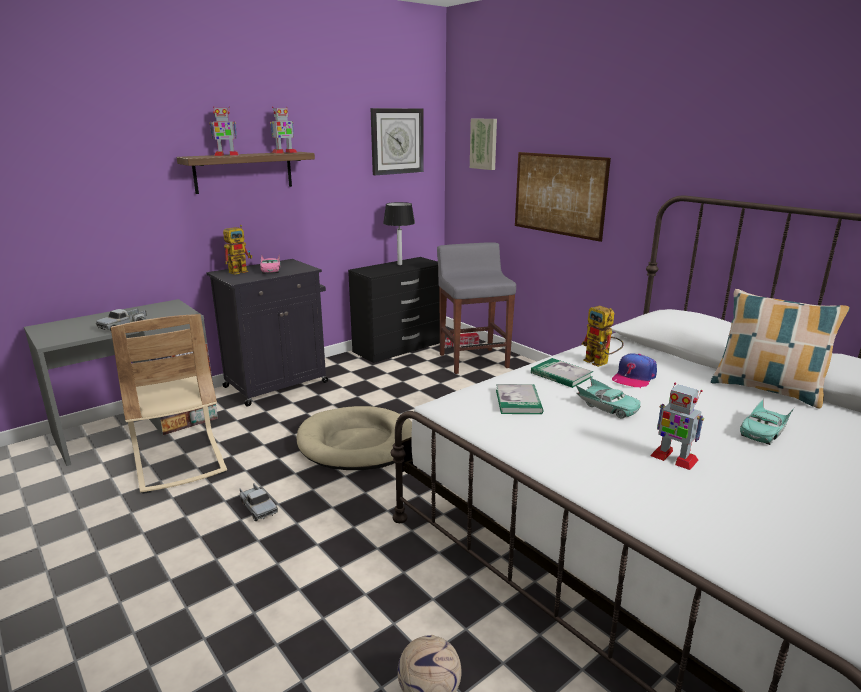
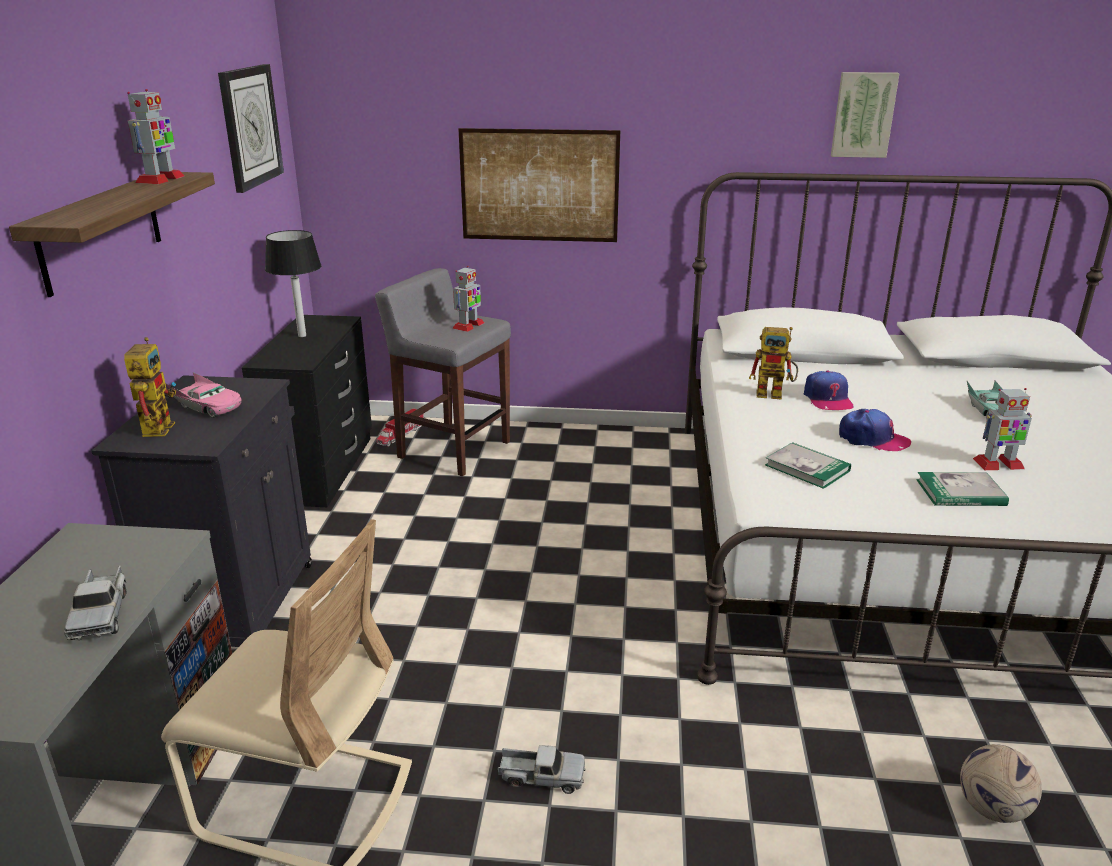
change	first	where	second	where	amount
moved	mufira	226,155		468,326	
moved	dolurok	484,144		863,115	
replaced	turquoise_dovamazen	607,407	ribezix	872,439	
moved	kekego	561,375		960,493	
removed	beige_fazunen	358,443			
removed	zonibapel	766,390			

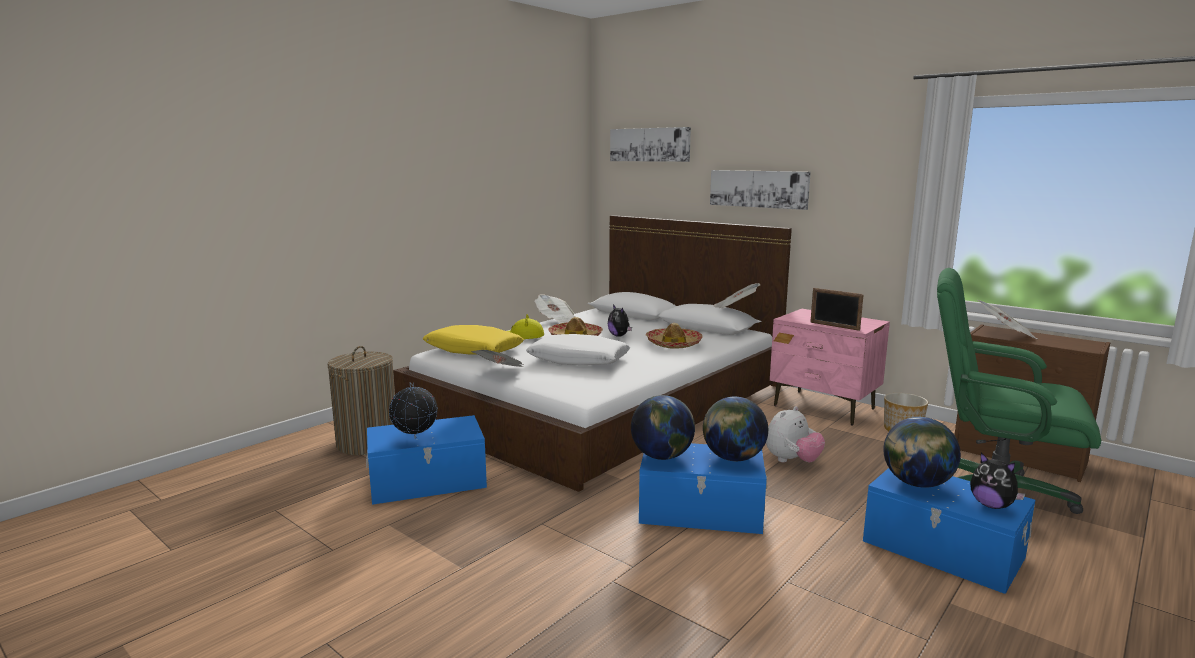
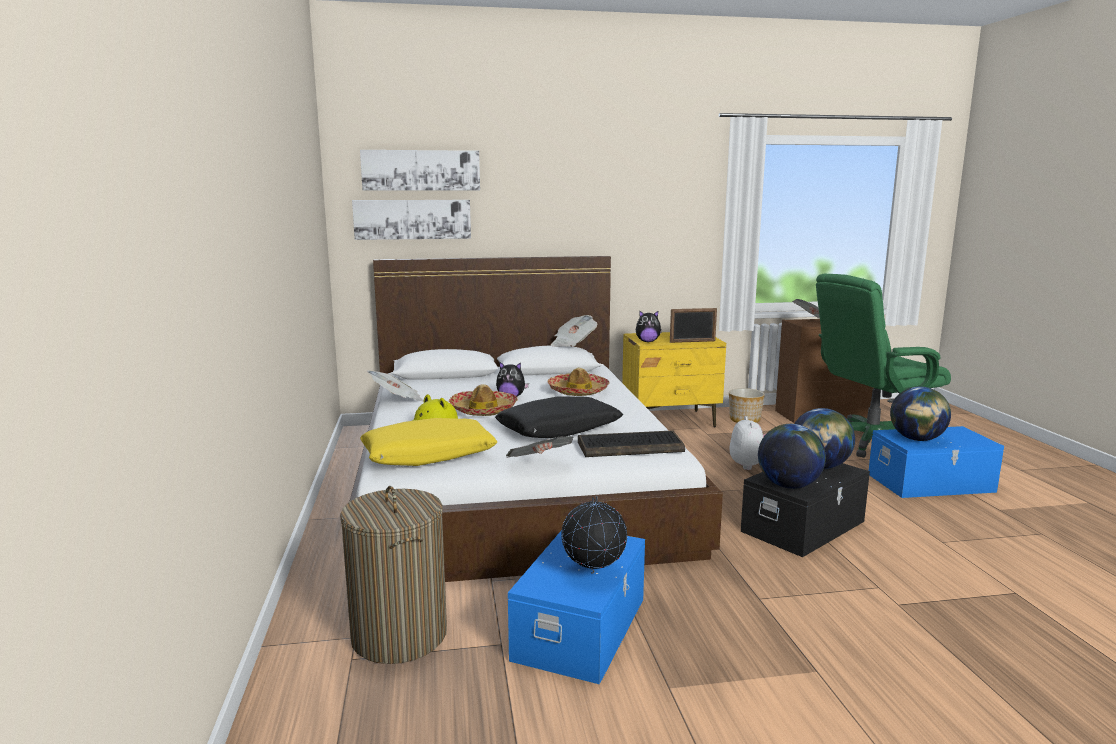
change	first	where	second	where	amount
moved	dolurok	758,189		412,219	
recoloured	white_zonibapel	578,360	black_zonibapel	559,429	
added			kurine	631,446	
recoloured	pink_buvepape	824,407	yellow_buvepape	670,421	
moved	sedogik	992,505		647,341	
recoloured	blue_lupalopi	701,511	black_lupalopi	805,527	

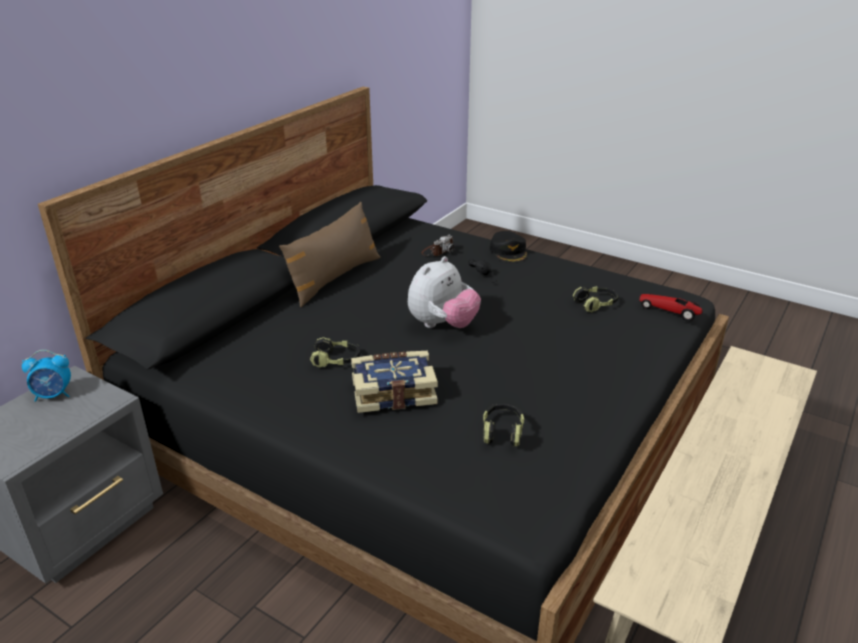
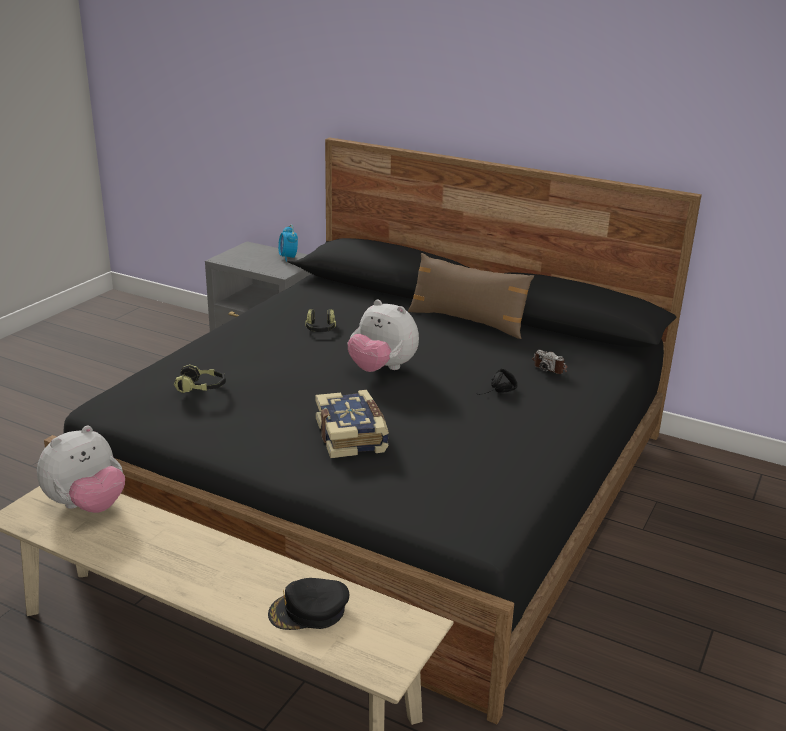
change	first	where	second	where	amount
added			sedogik	87,506	
moved	black_ribezix	509,251		309,611	
moved	kekego	393,391		352,436	
removed	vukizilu	596,304			
removed	dovamazen	669,311			

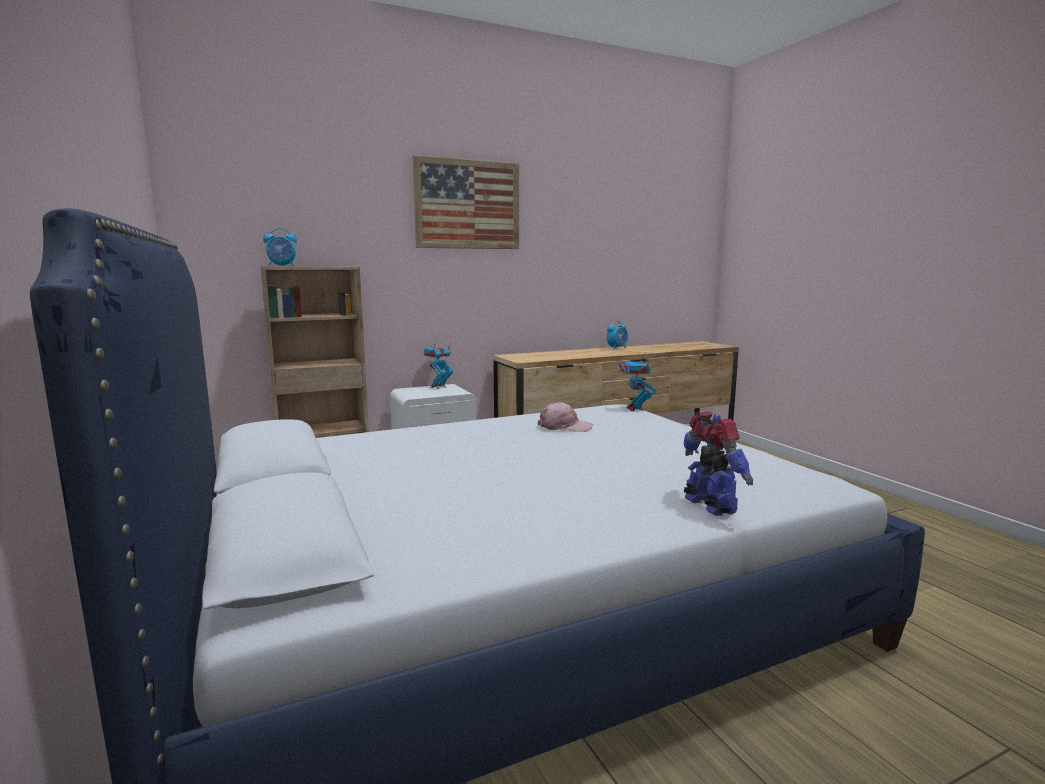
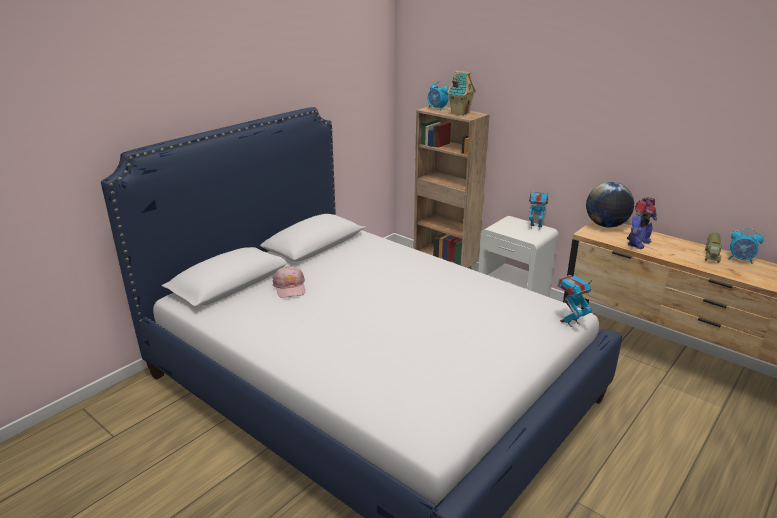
change	first	where	second	where	amount
moved	pink_ribezix	564,426		290,287	
added			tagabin	460,113	
added			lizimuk	606,225	
moved	mufira	709,506		638,243	
added			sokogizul	712,255	
removed	dolurok	467,204			

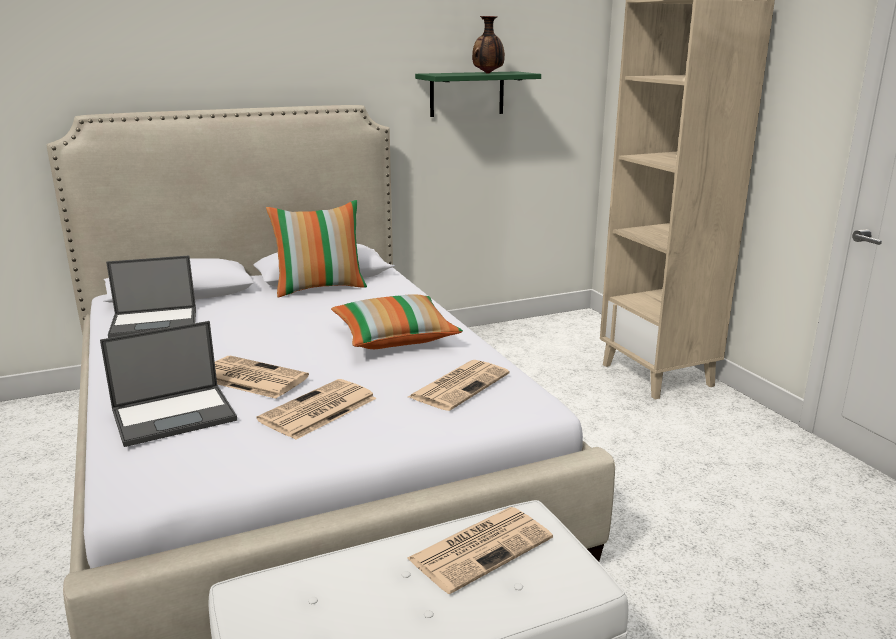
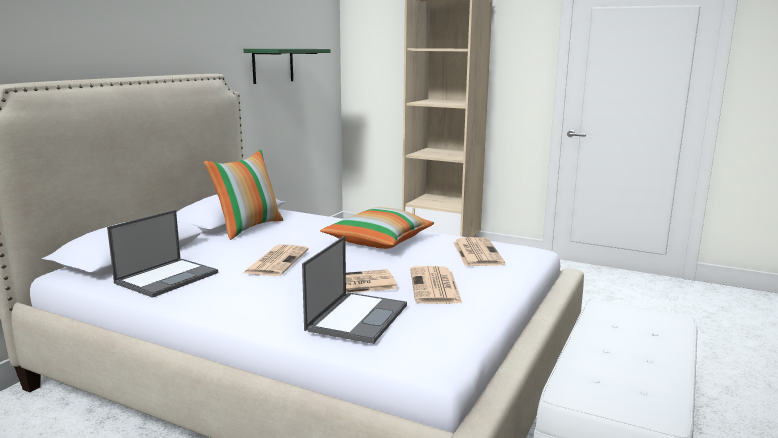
change	first	where	second	where	amount
moved	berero	481,547		276,261	
removed	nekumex	488,73			

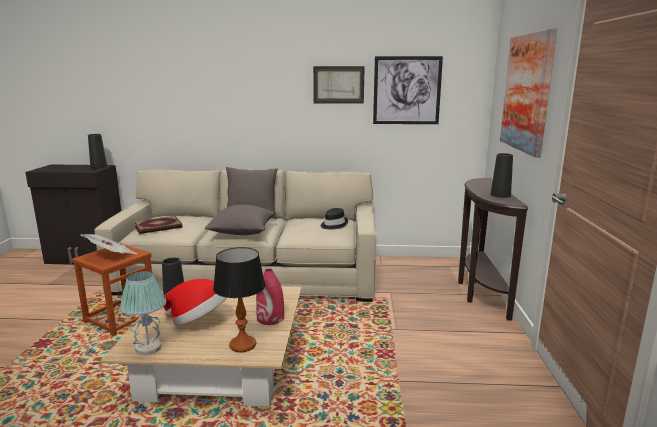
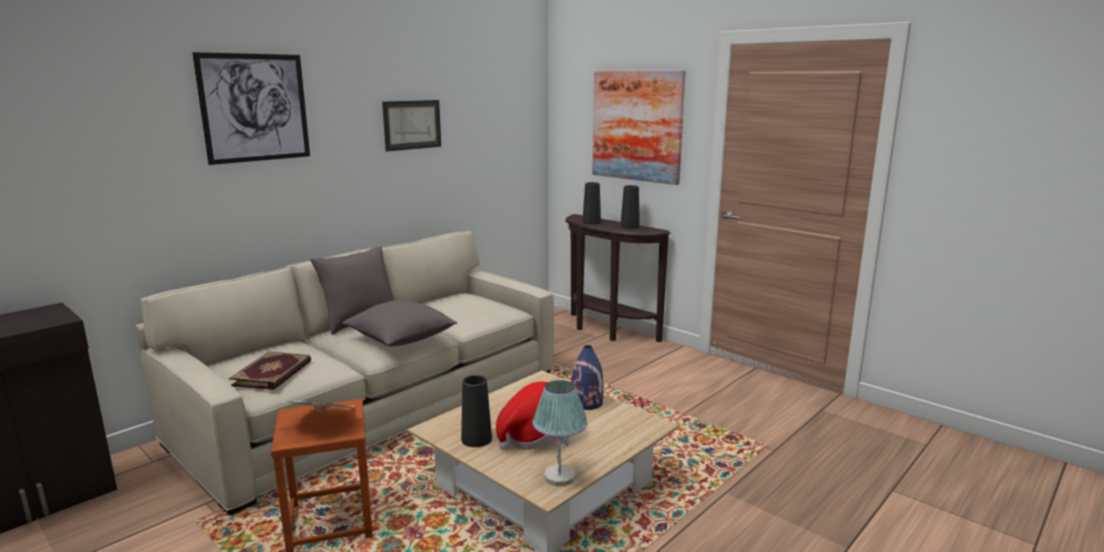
change	first	where	second	where	amount
moved	dolurok	407,90		255,108	
recoloured	red_nekumex	270,318	blue_nekumex	587,403	
moved	black_nekumex	99,167		591,222	
removed	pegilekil	242,345			
removed	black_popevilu	333,224			

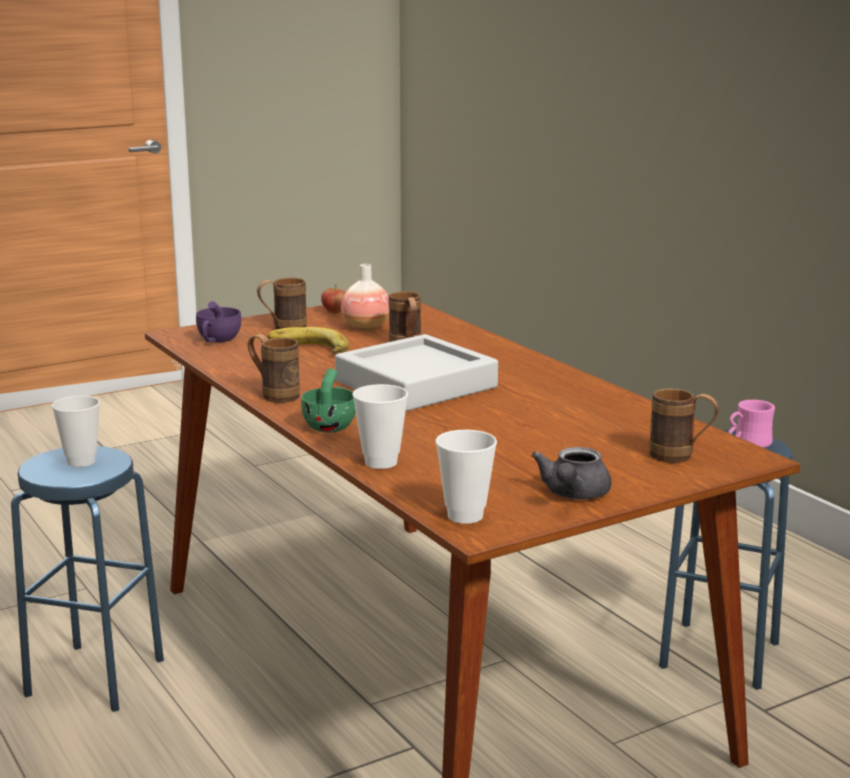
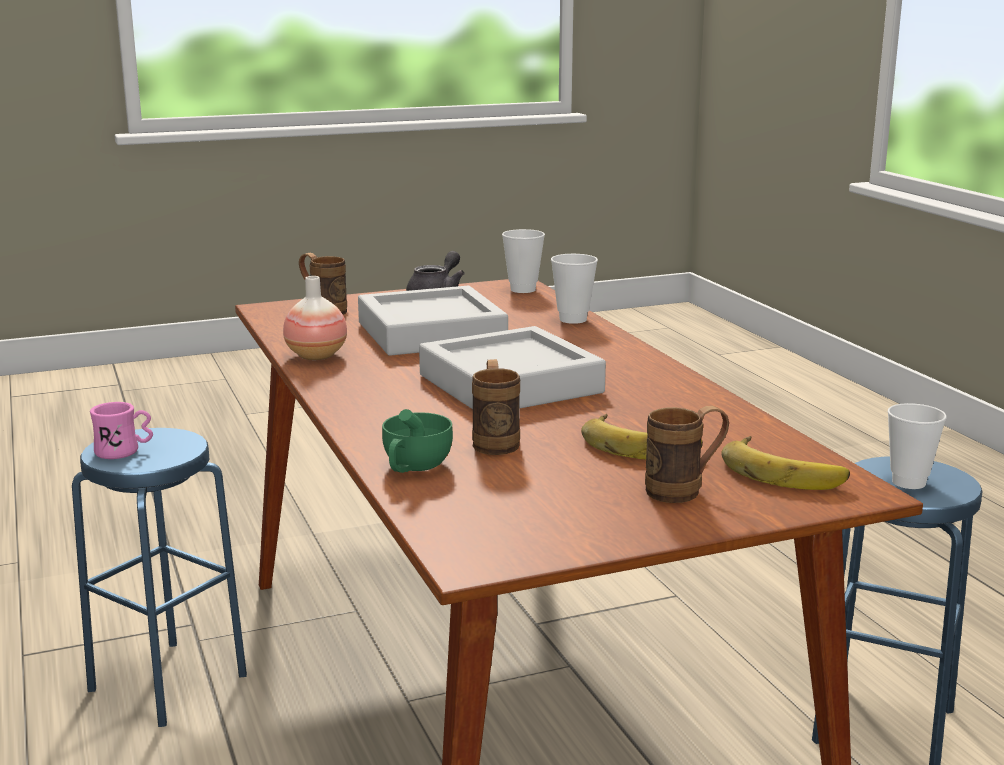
change	first	where	second	where	amount
moved	nekumex	366,327		316,356	
added			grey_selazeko	431,333	
moved	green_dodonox	331,425		413,467	
replaced	purple_dodonox	217,340	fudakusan	785,471	
removed	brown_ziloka	274,395			
removed	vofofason	334,312			

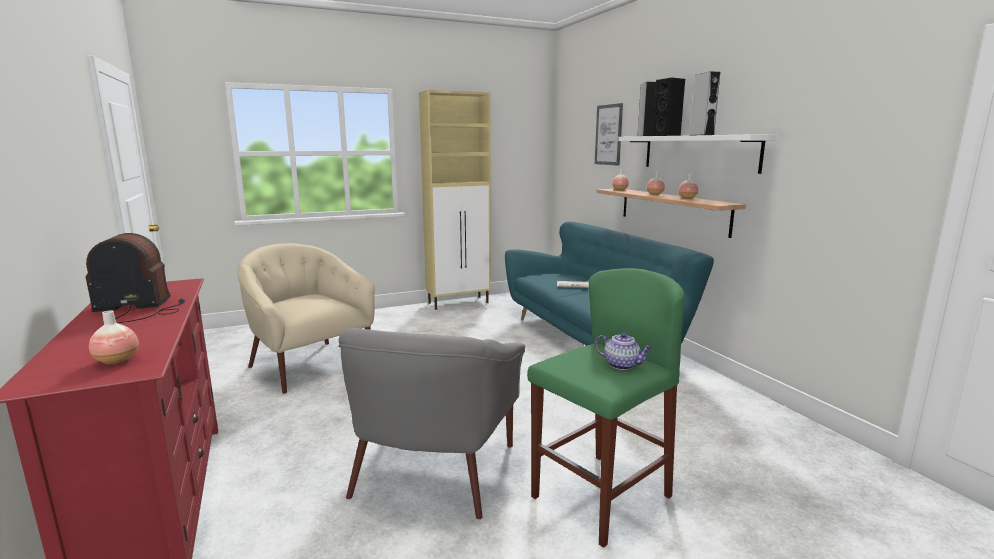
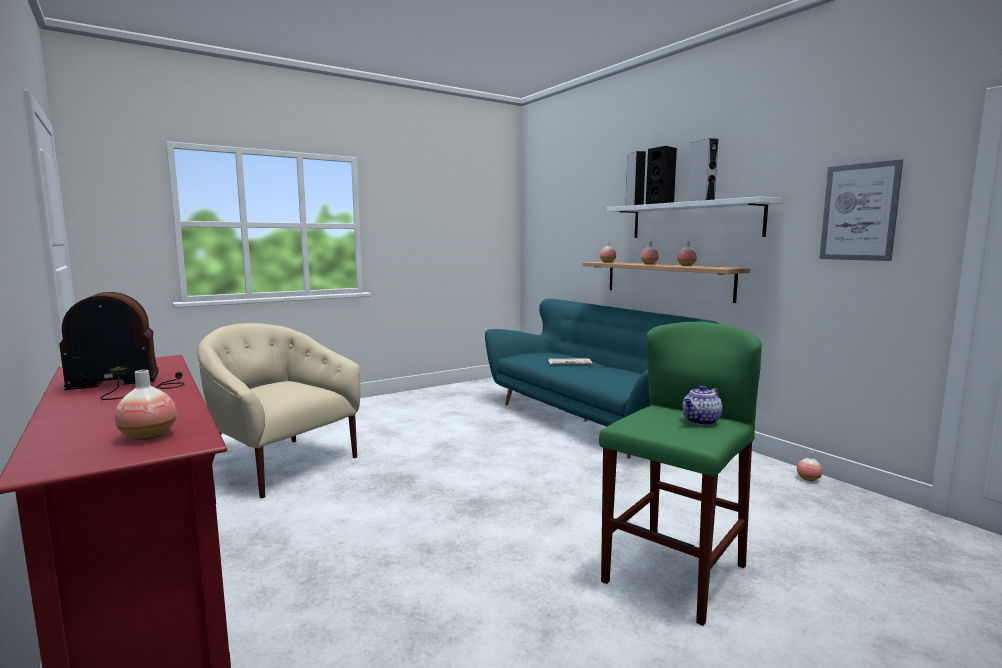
change	first	where	second	where	amount
turned	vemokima	622,365		701,421	120 degrees clockwise
added			nekumex	808,479	
moved	dolurok	608,135		859,212	
removed	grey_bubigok	433,470			
removed	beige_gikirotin	459,303			

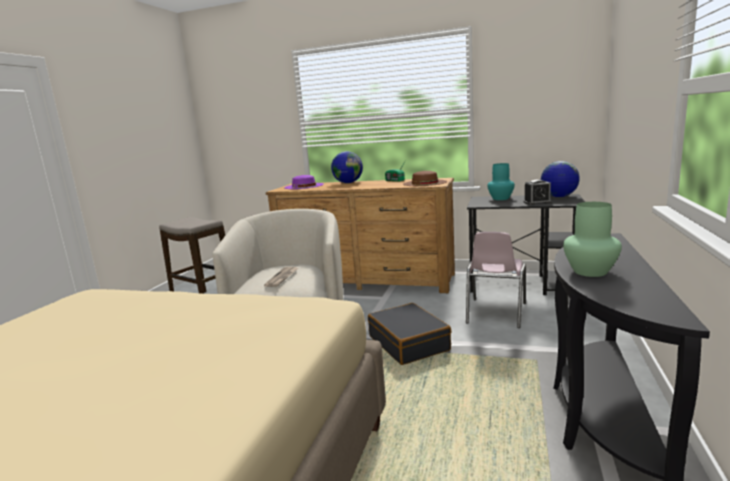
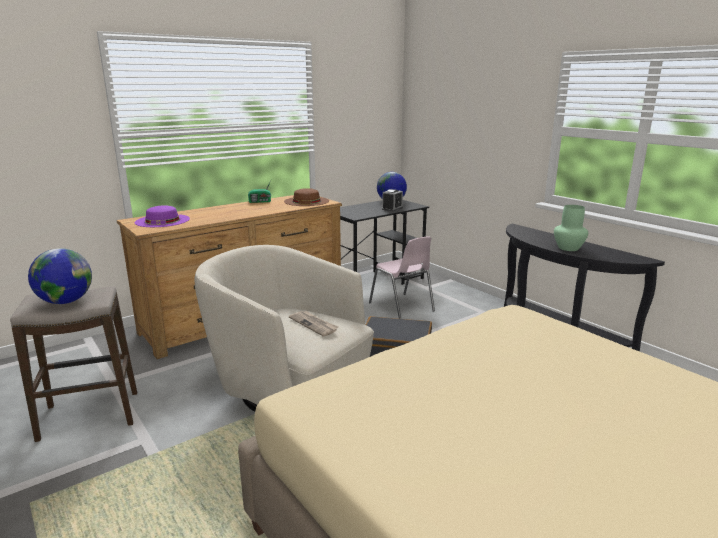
change	first	where	second	where	amount
moved	lizimuk	348,183		66,301	
removed	turquoise_nekumex	501,198			

